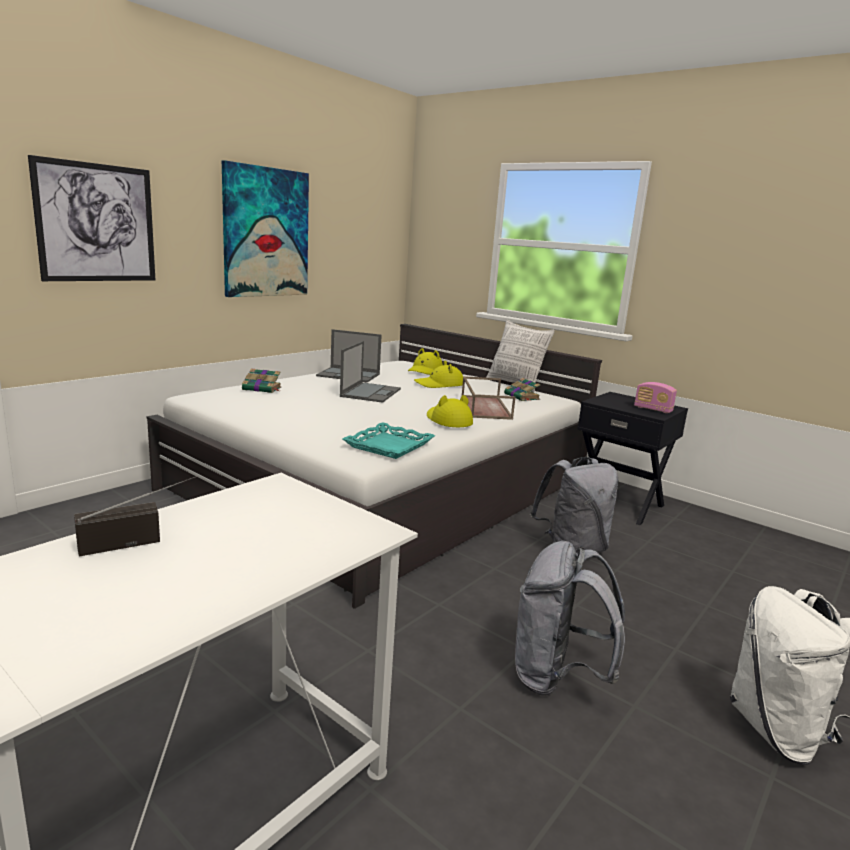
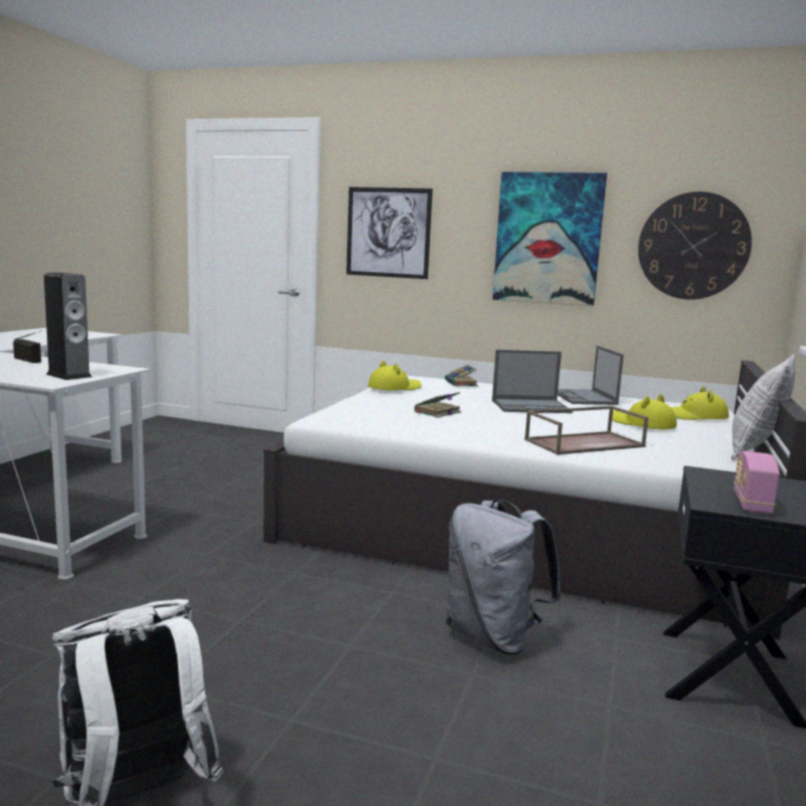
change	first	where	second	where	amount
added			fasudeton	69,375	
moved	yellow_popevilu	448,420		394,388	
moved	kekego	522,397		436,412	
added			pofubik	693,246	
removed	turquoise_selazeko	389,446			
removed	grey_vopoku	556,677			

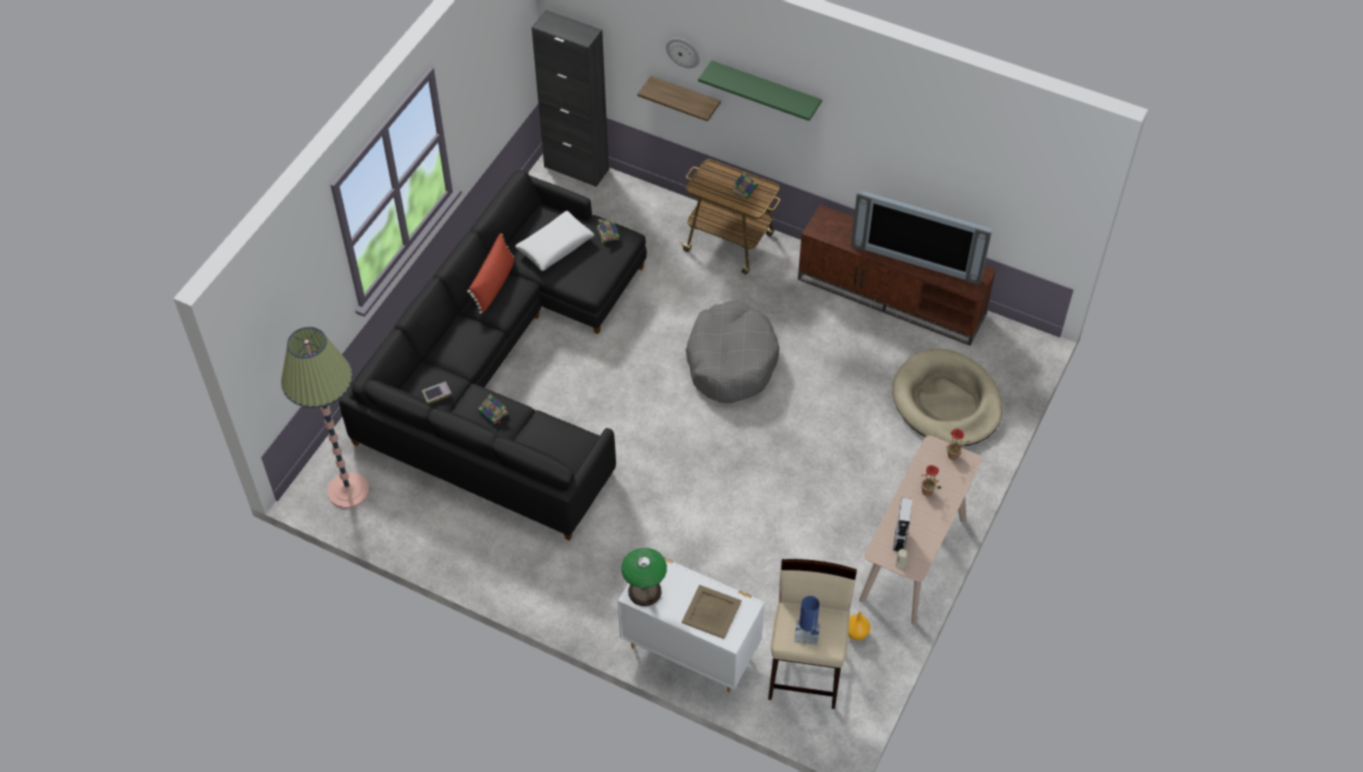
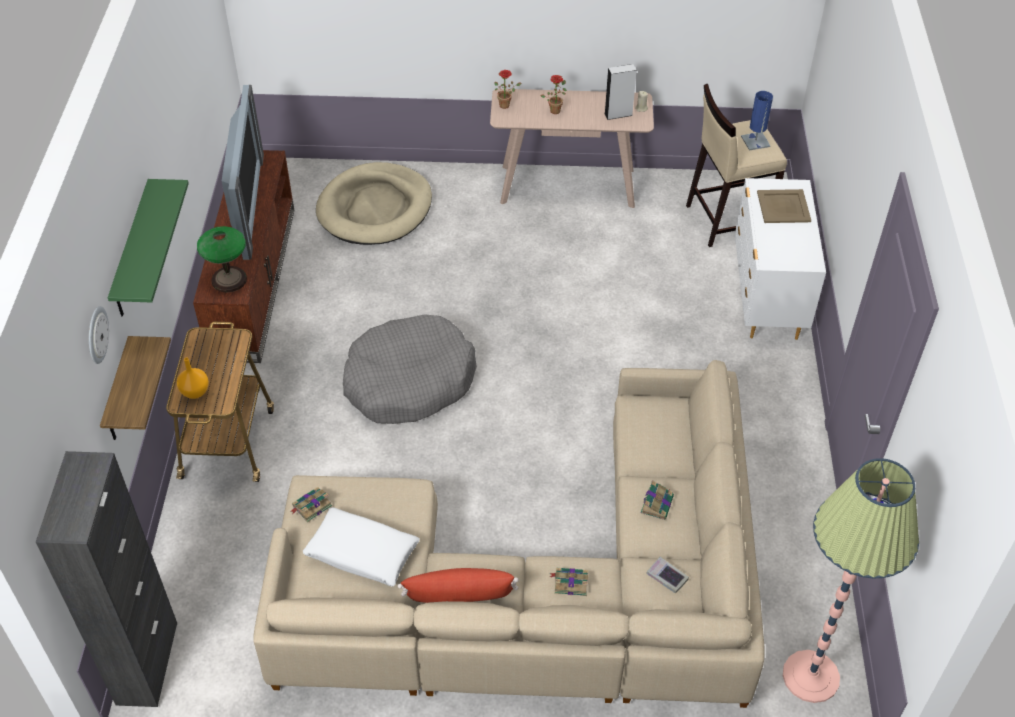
change	first	where	second	where	amount
moved	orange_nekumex	857,633		195,391	
moved	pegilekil	644,591		229,279	
recoloured	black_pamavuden	505,370	beige_pamavuden	537,590	
moved	kekego	744,189		570,583	

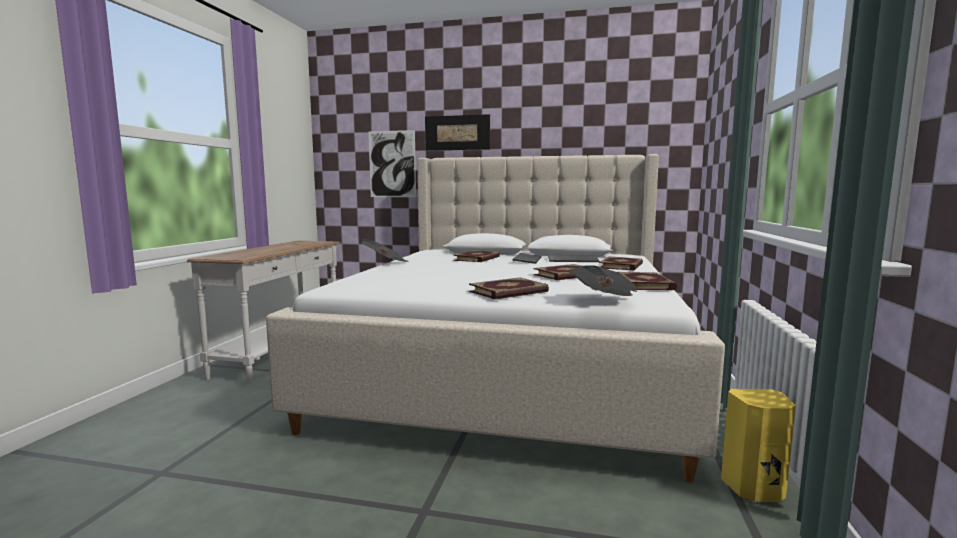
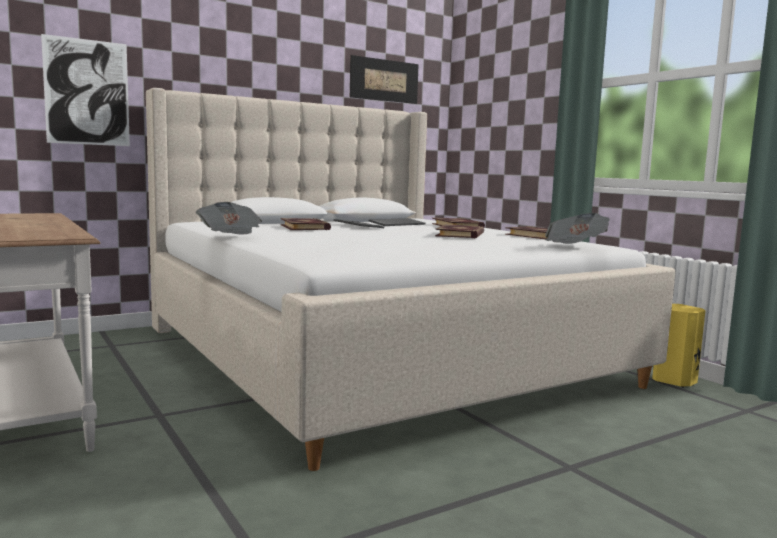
change	first	where	second	where	amount
moved	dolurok	457,132		384,80	
removed	kekego	509,292			

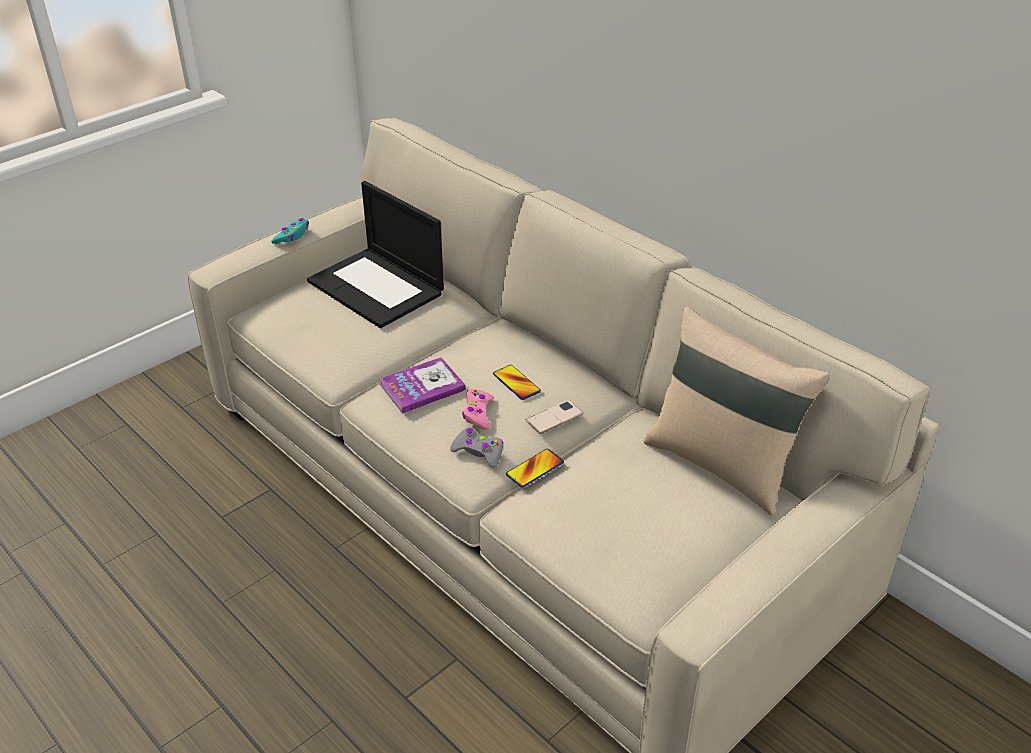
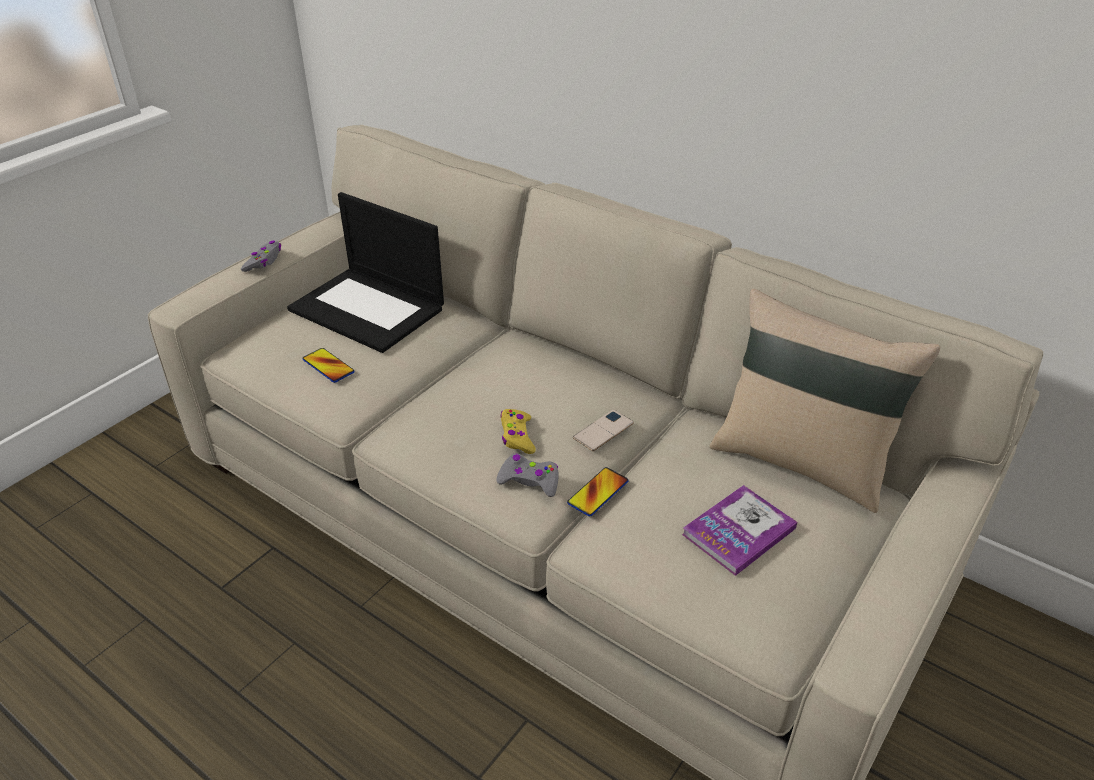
change	first	where	second	where	amount
recoloured	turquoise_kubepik	292,236	grey_kubepik	264,261	
moved	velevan	516,383		328,366	
recoloured	pink_kubepik	478,413	yellow_kubepik	517,436	
moved	kekego	422,387		739,531	

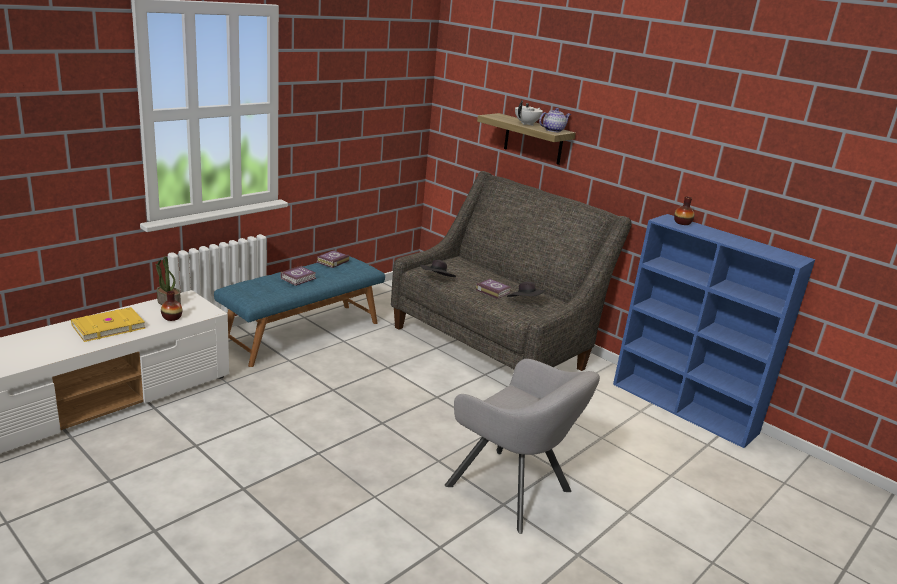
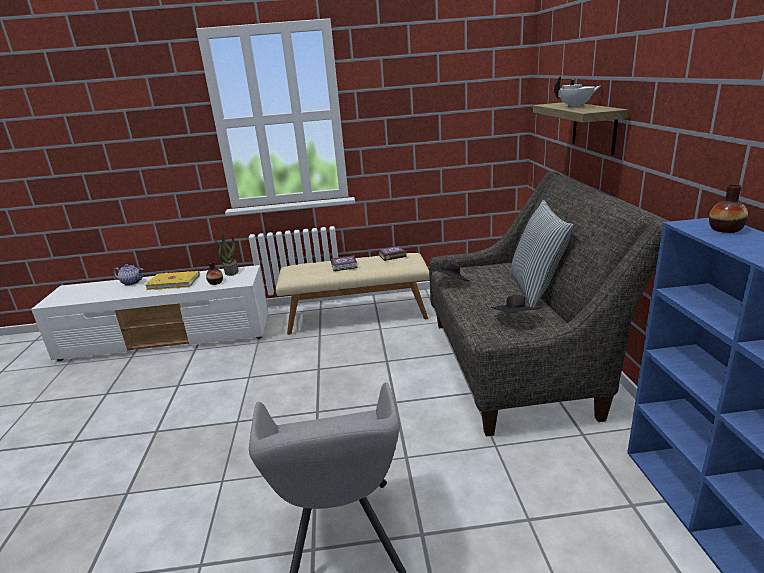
change	first	where	second	where	amount
moved	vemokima	553,130		132,282	
recoloured	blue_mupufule	302,333	beige_mupufule	357,315	
added			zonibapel	536,289	
removed	kekego	492,291			

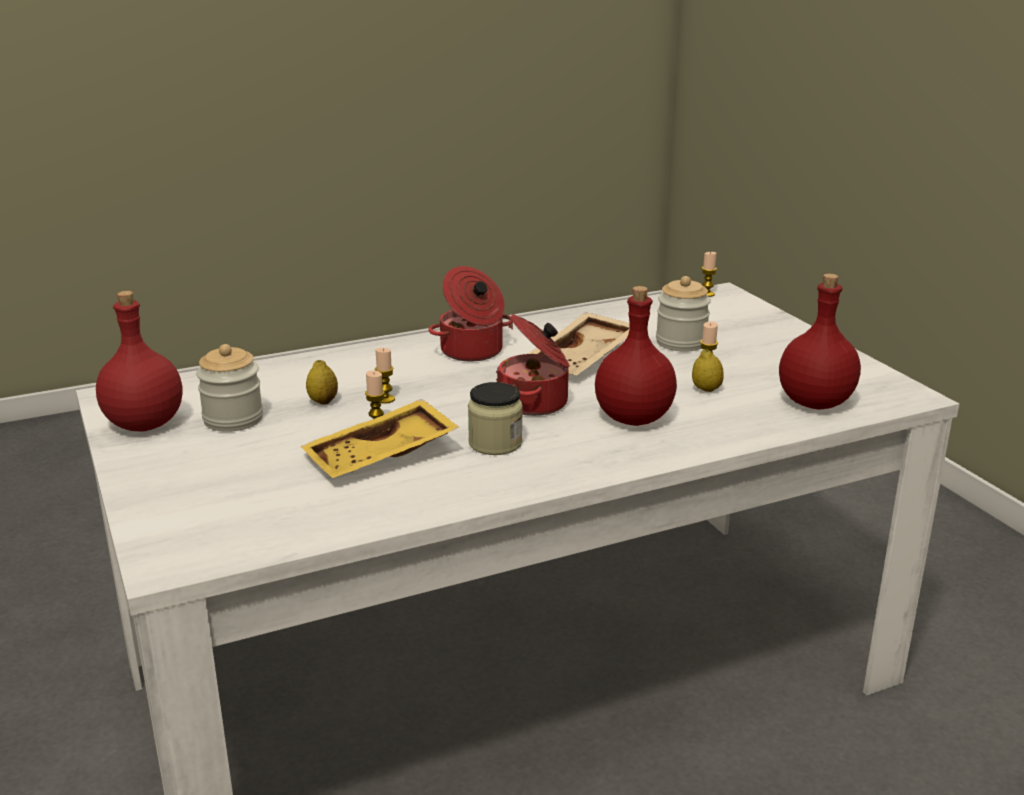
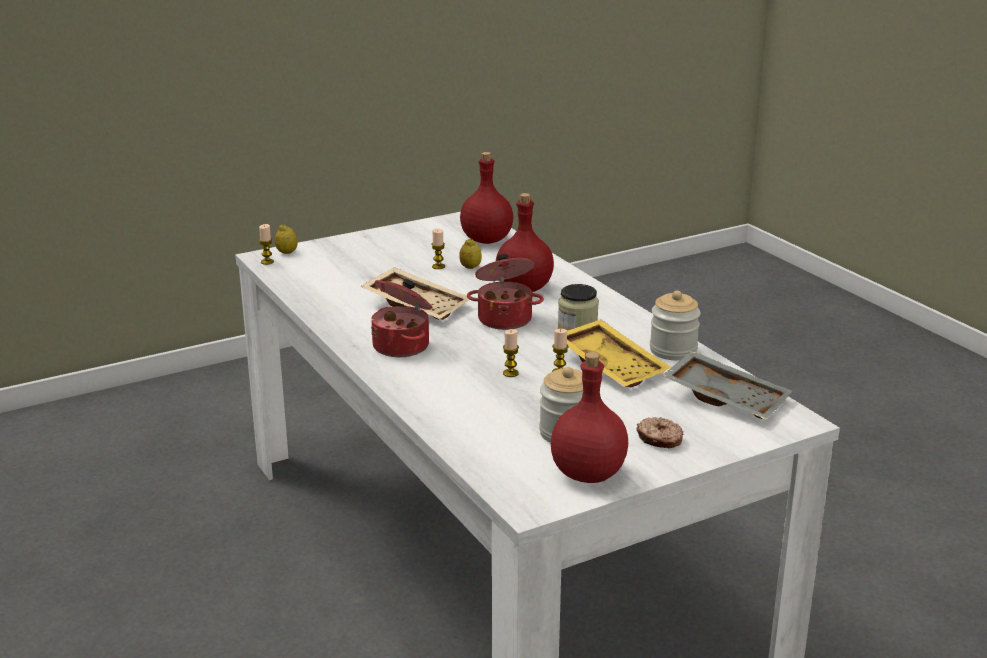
change	first	where	second	where	amount
moved	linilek	323,401		287,252	
added			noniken	659,439	
moved	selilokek	681,342		673,350	
added			grey_selazeko	726,398	

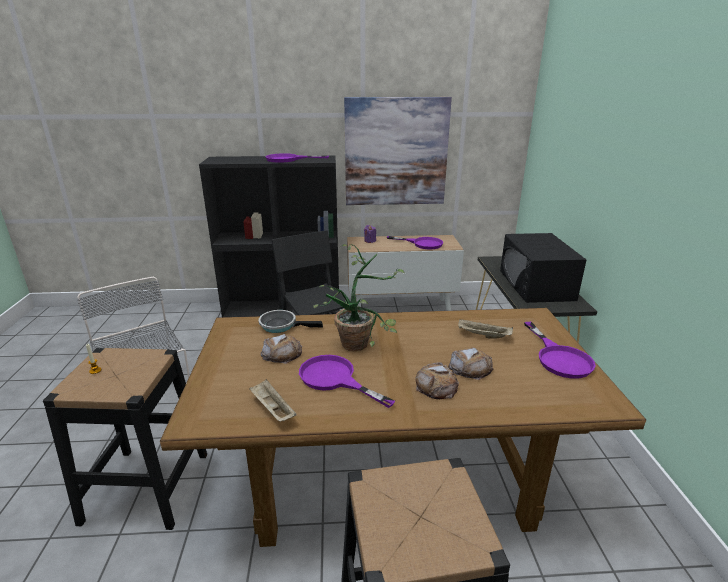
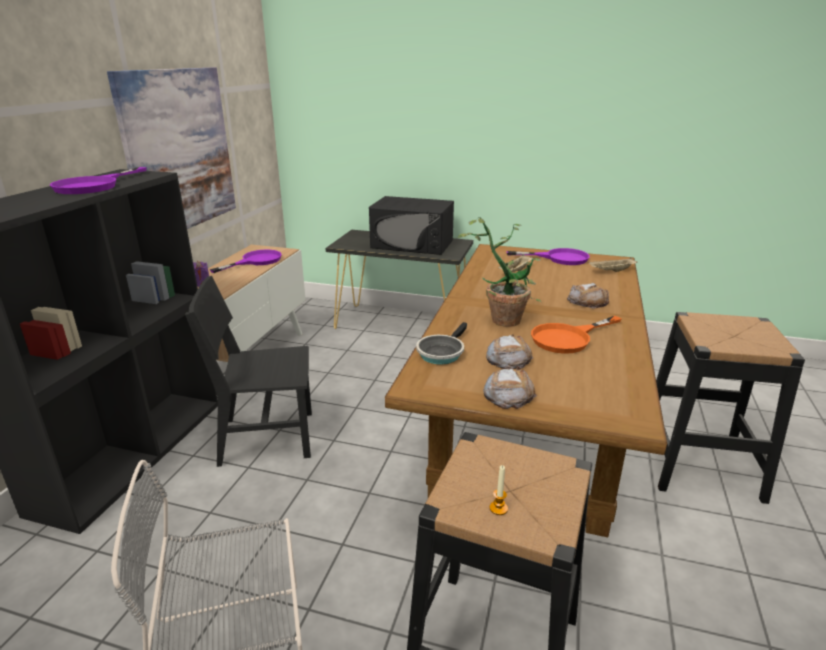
change	first	where	second	where	amount
moved	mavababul	470,368		508,394	
recoloured	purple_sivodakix	334,379	orange_sivodakix	568,338	
moved	beige_selazeko	272,409		611,271	

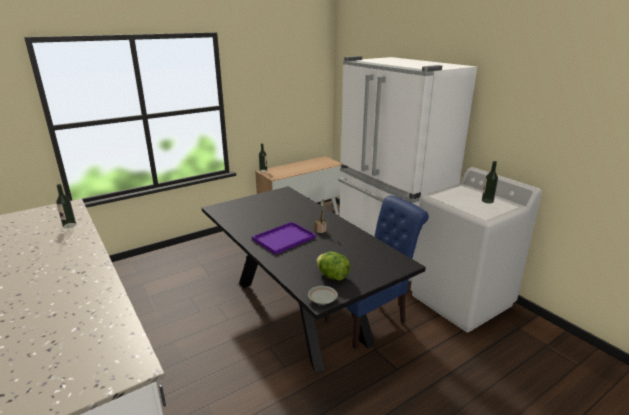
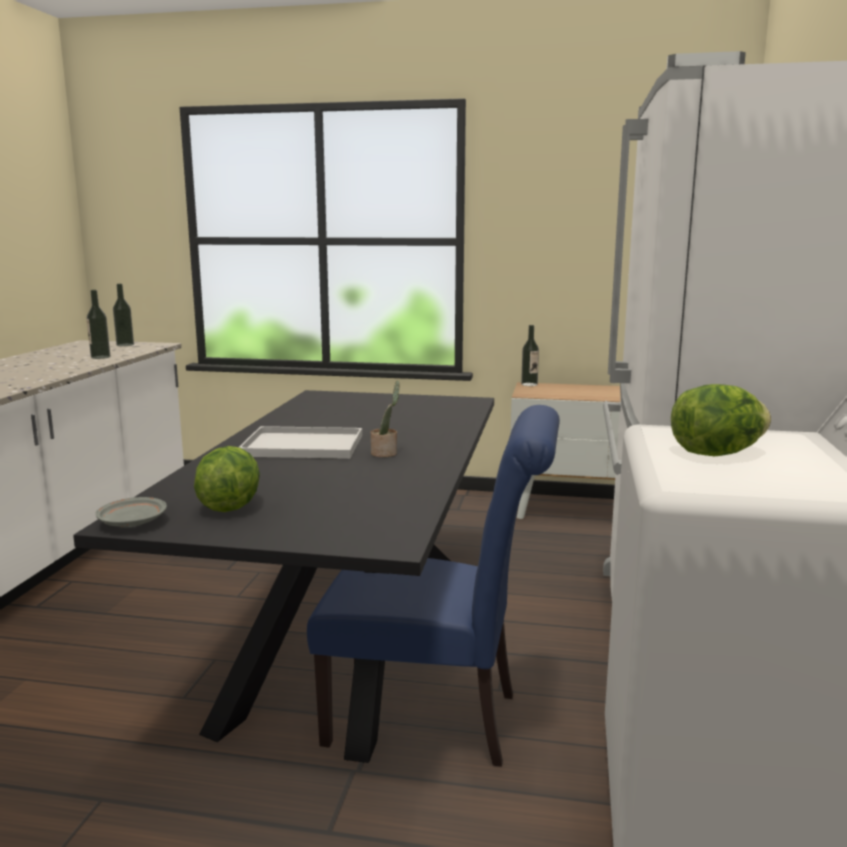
change	first	where	second	where	amount
moved	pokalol	487,201		125,345	
recoloured	purple_selazeko	284,238	white_selazeko	305,445	
added			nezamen	716,454	

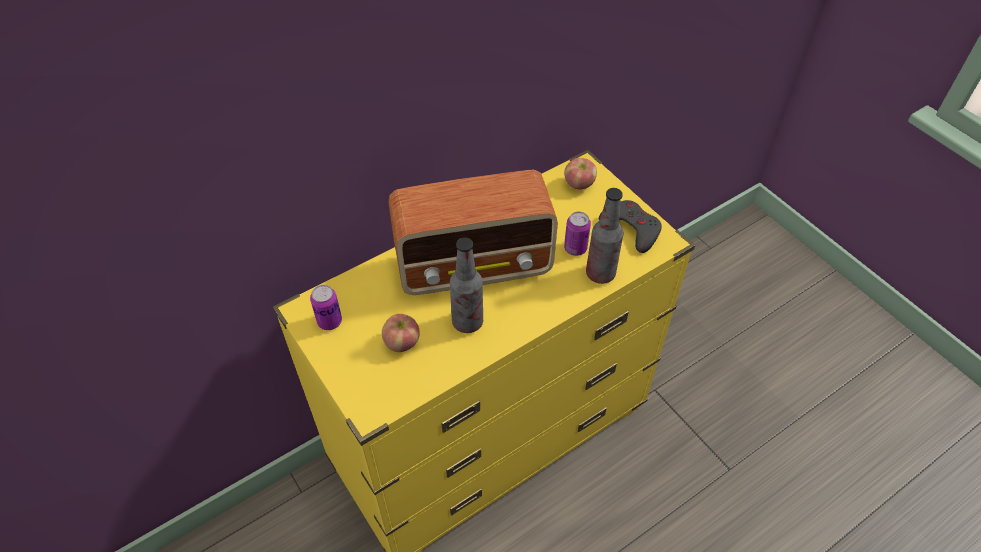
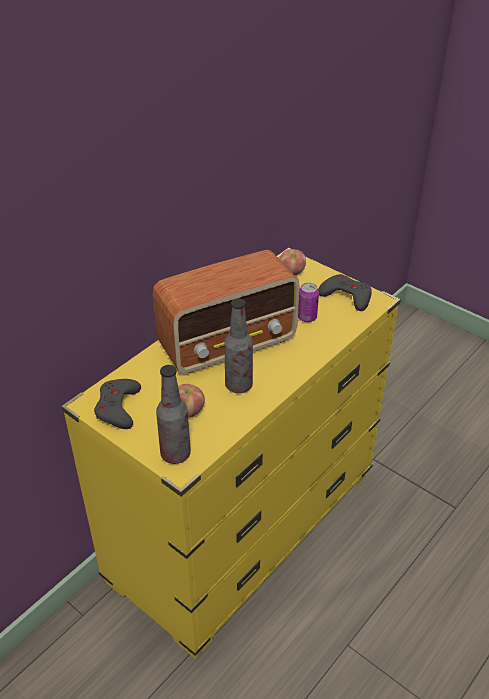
change	first	where	second	where	amount
replaced	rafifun	329,321	grey_kubepik	118,407	
moved	pokalol	600,274		175,454	

